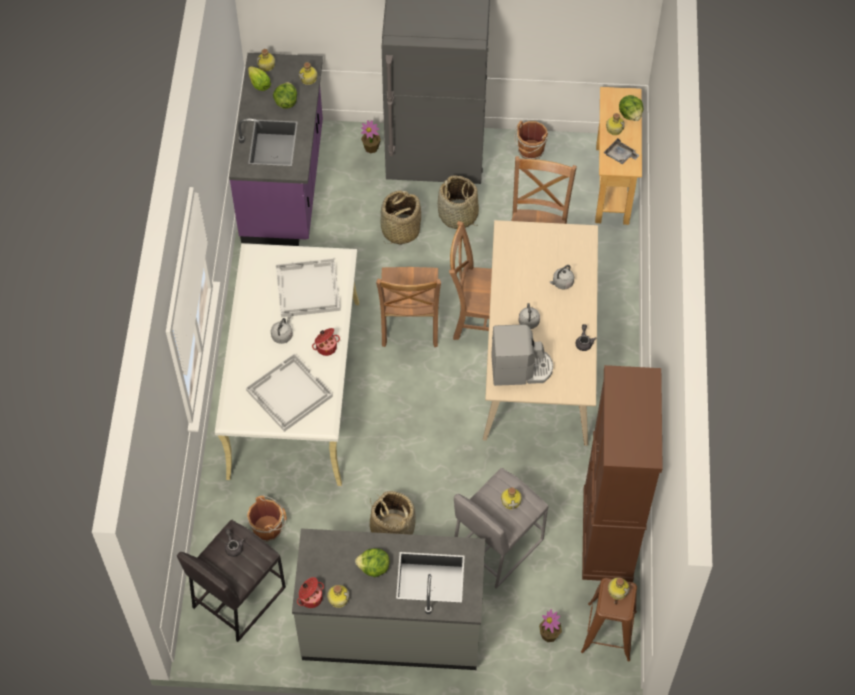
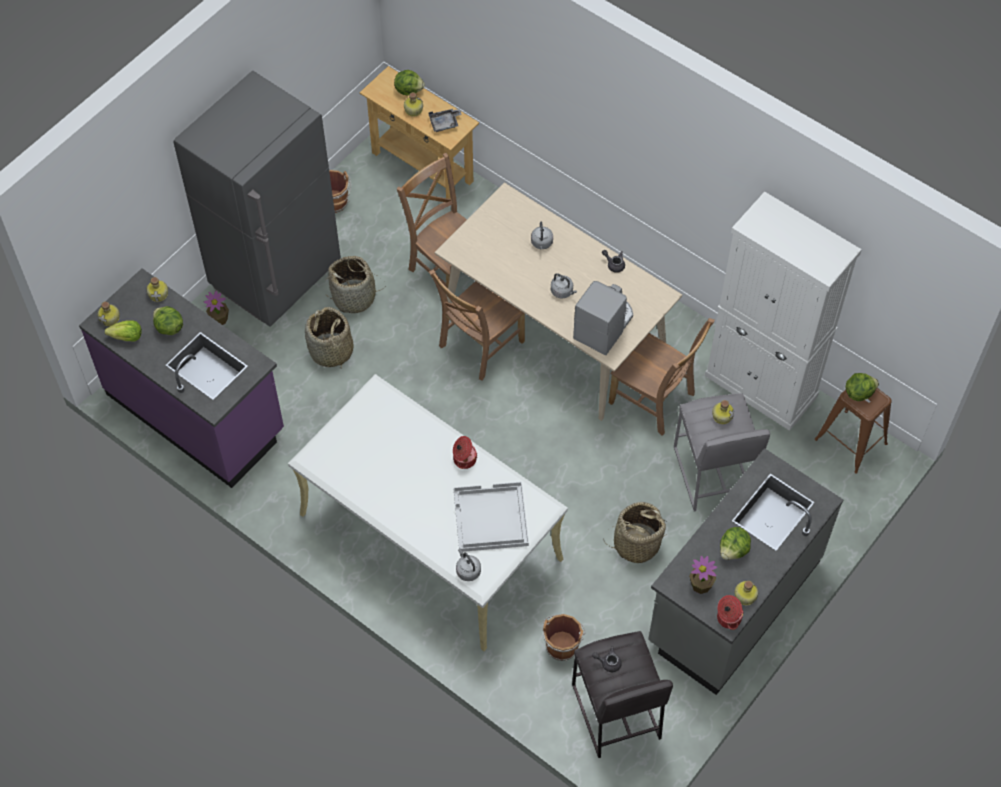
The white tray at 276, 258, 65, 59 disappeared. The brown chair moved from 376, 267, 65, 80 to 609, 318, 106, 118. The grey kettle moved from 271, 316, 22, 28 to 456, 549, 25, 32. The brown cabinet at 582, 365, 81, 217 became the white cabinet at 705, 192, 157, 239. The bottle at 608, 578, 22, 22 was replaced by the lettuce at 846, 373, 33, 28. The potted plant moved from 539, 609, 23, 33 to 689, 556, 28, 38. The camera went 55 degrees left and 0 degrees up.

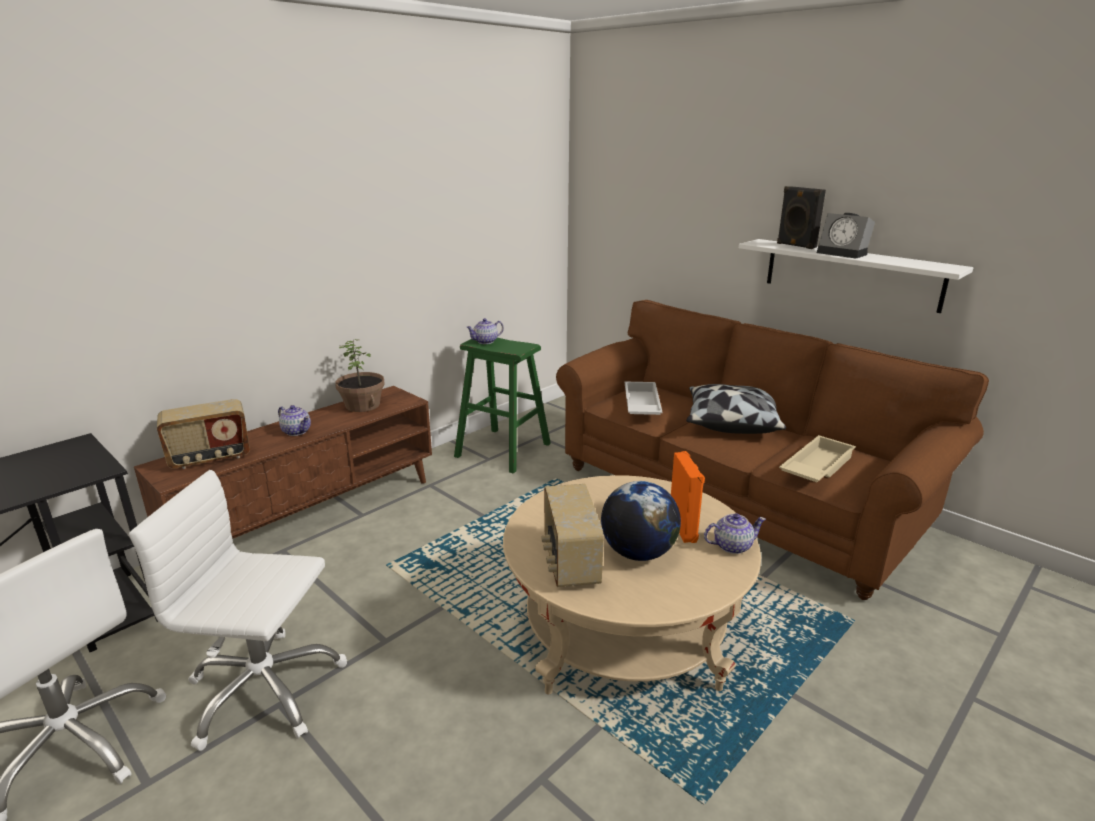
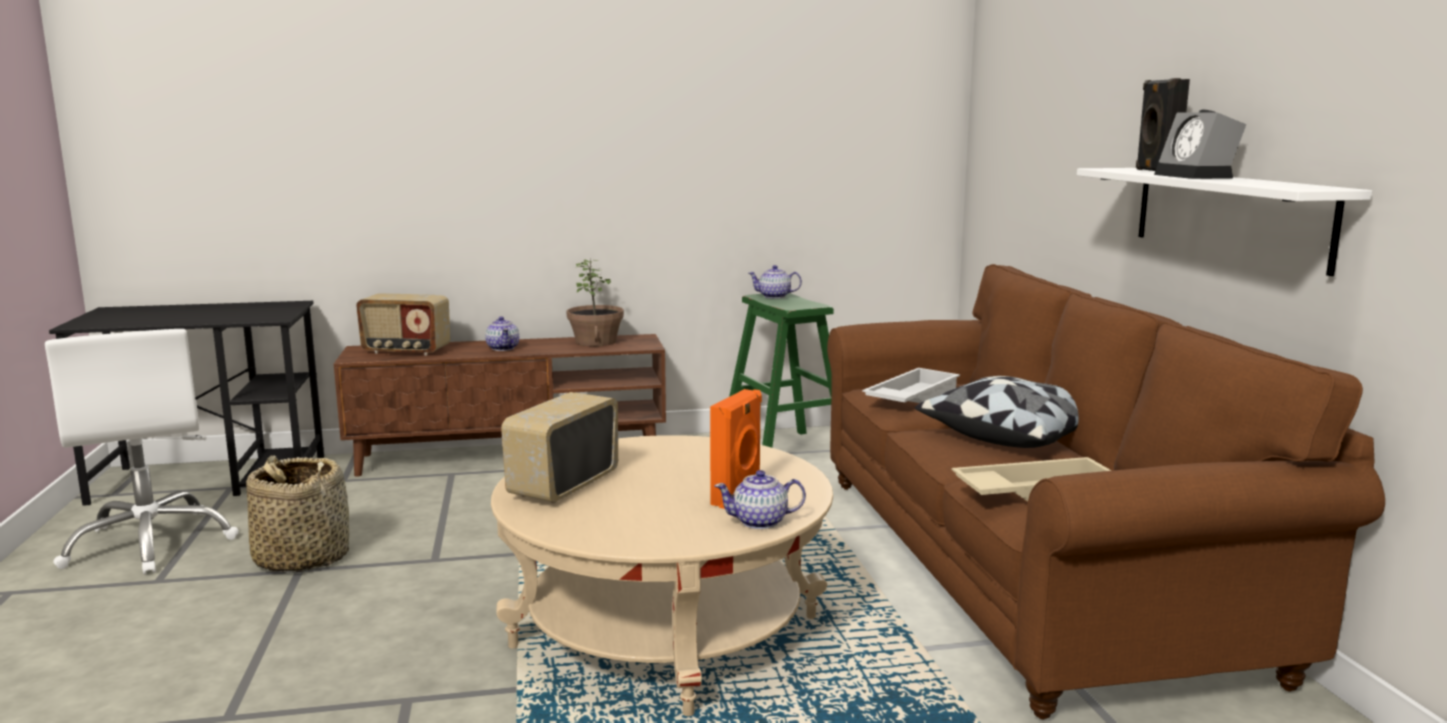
The white office chair at 129, 470, 218, 281 was replaced by the basket at 246, 456, 103, 117. The globe at 601, 481, 80, 80 disappeared. The teapot at 704, 513, 62, 41 turned 150 degrees clockwise. The camera went 35 degrees right and 10 degrees down.

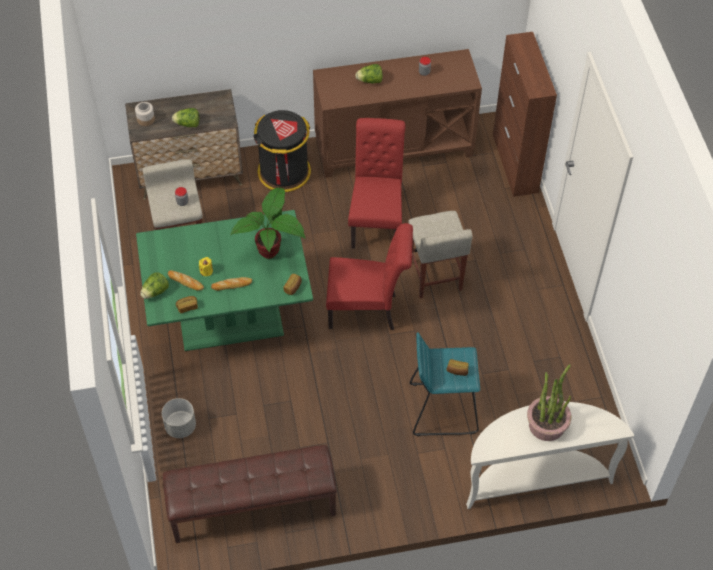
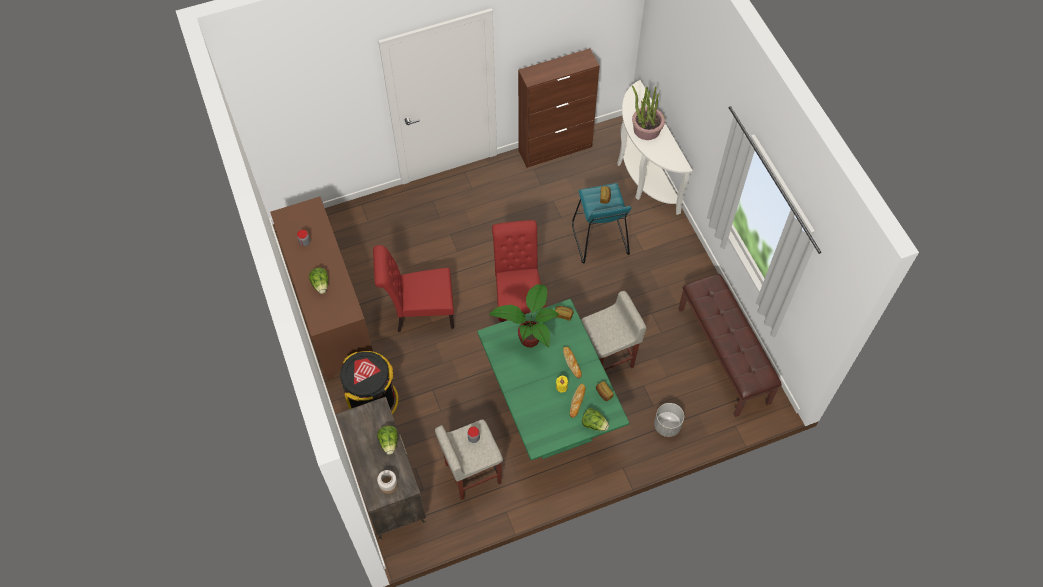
The brown cabinet moved from 493, 32, 64, 165 to 518, 48, 82, 120. The beige stool moved from 408, 211, 65, 88 to 581, 291, 65, 79. The camera went 100 degrees left and 5 degrees up.

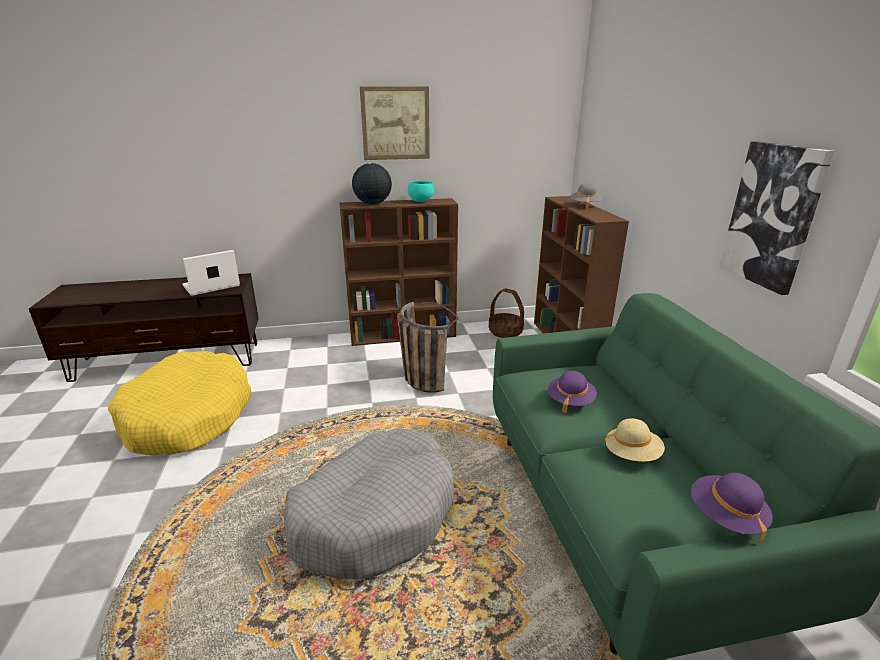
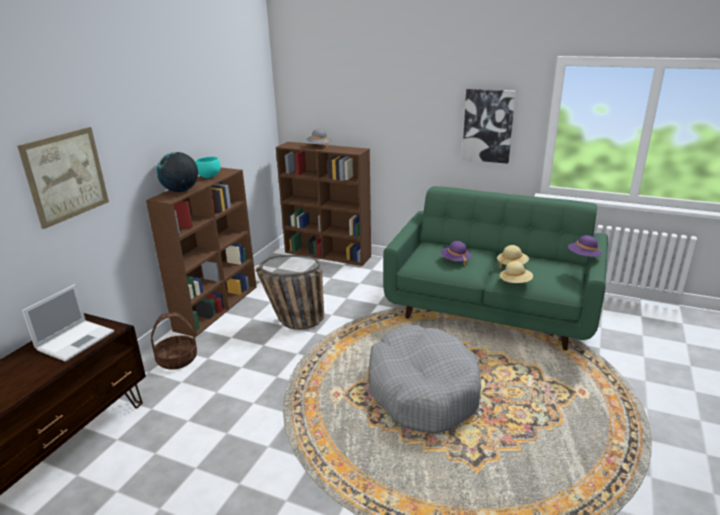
The picture moved from 360, 86, 70, 74 to 17, 127, 92, 102. The laptop at 182, 250, 58, 46 turned 150 degrees counterclockwise. The basket moved from 489, 288, 35, 50 to 151, 312, 46, 58. The yellow dog bed at 108, 351, 143, 105 disappeared. The beige hat at 499, 261, 34, 22 appeared. The camera went 55 degrees left and 0 degrees up.

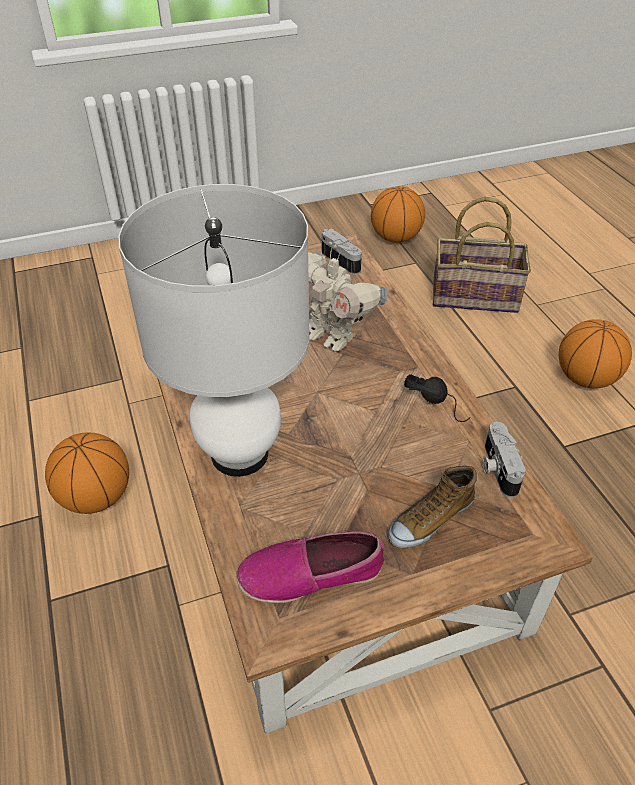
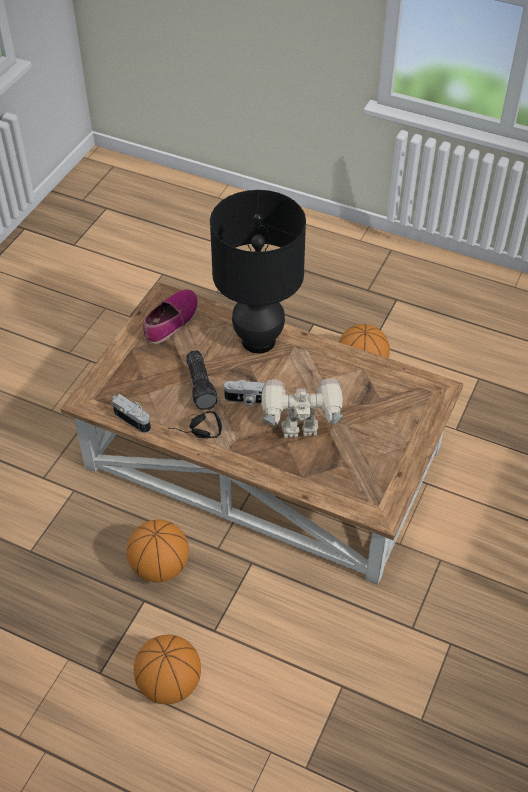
The white table lamp at 118, 184, 192, 293 became the black table lamp at 210, 190, 96, 164. The basketball moved from 371, 186, 54, 57 to 127, 520, 62, 62. The basket at 433, 197, 98, 116 disappeared. The photo camera moved from 322, 228, 40, 47 to 224, 380, 40, 27. The shoe at 388, 466, 89, 82 disappeared. The flashlight at 187, 350, 31, 60 appeared. The camera went 135 degrees right and 5 degrees up.

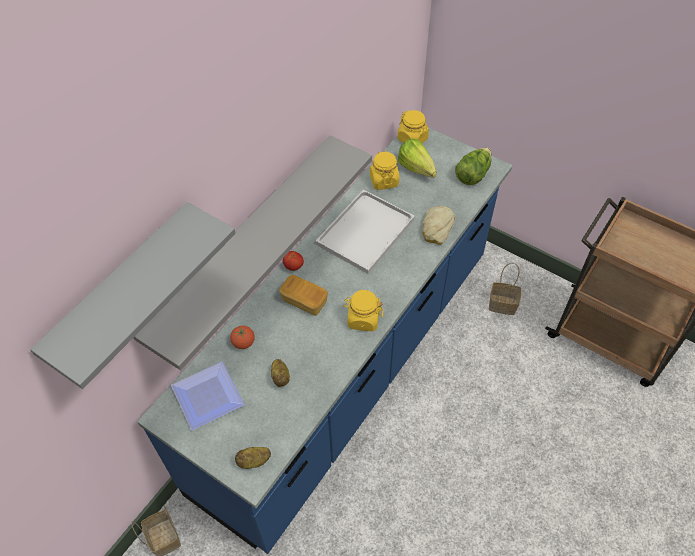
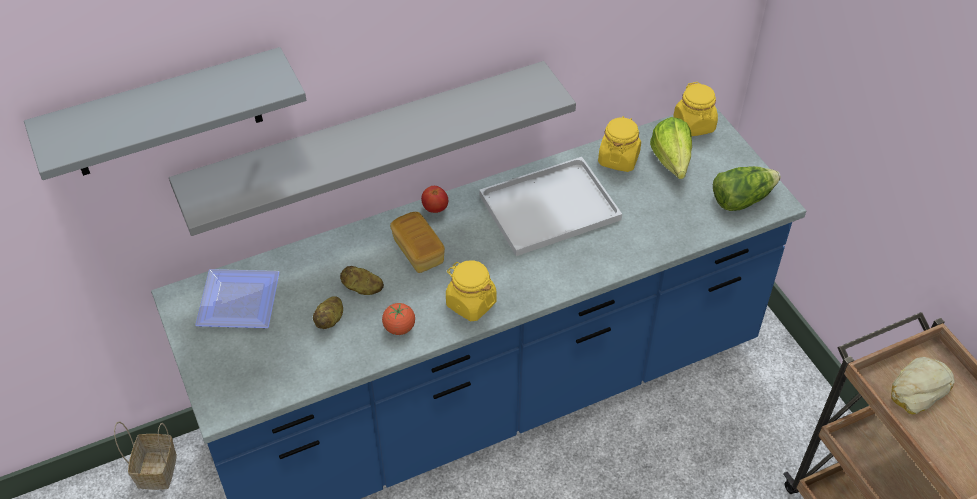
The bread moved from 422, 206, 33, 39 to 891, 357, 64, 57. The basket at 489, 263, 32, 52 disappeared. The tomato moved from 230, 326, 25, 23 to 382, 303, 33, 32. The potato moved from 235, 447, 36, 22 to 340, 266, 44, 29. The camera went 30 degrees right and 5 degrees down.

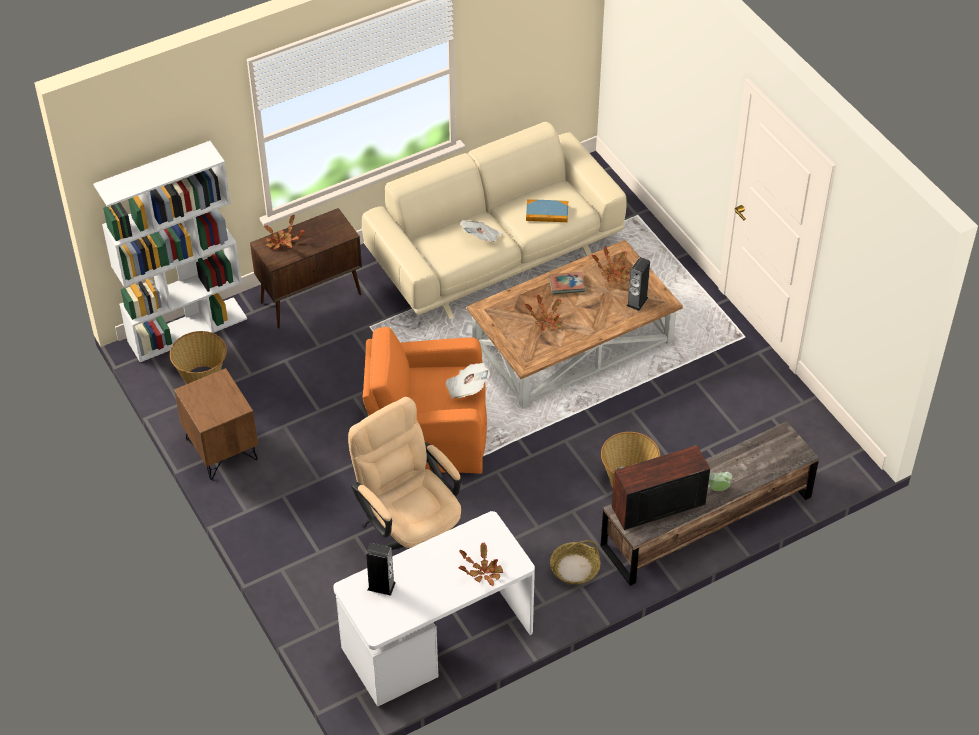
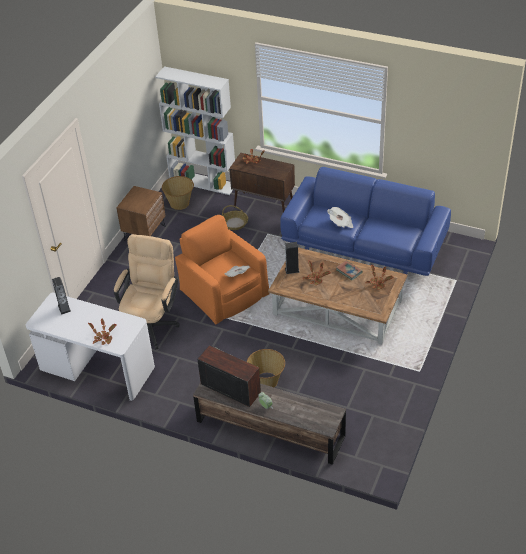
The beige sofa at 362, 122, 264, 197 became the blue sofa at 280, 167, 171, 109. The book at 526, 199, 42, 23 disappeared. The speaker moved from 627, 257, 23, 54 to 285, 242, 14, 32. The basket moved from 550, 540, 50, 45 to 222, 205, 26, 25. The camera went 55 degrees right and 5 degrees down.

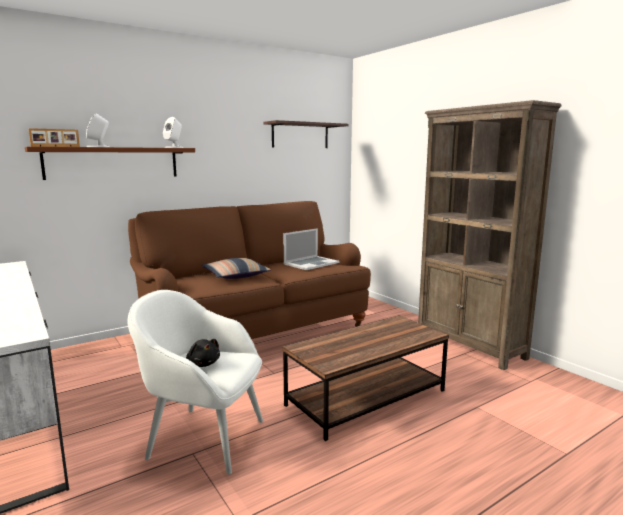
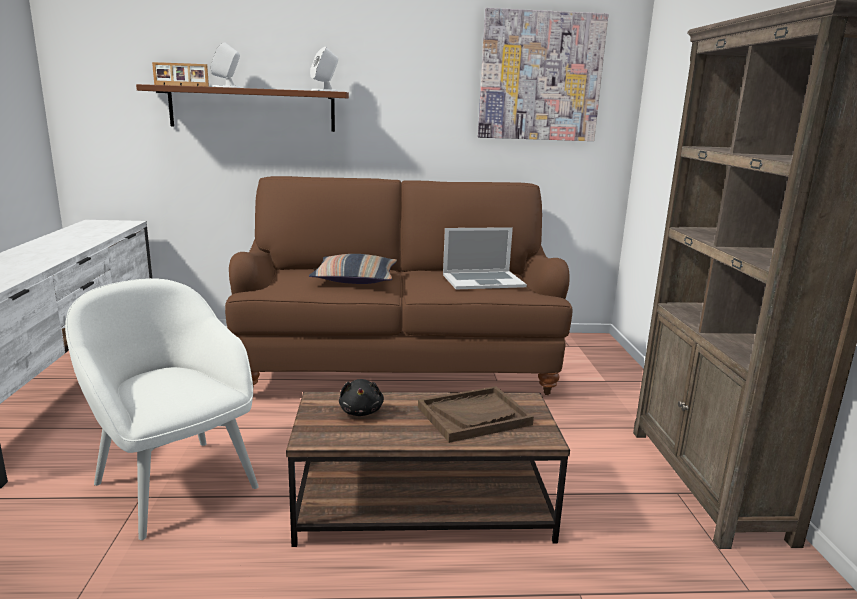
The shelf at 263, 120, 86, 28 was replaced by the picture at 478, 8, 131, 133. The black plush toy moved from 186, 339, 34, 28 to 339, 379, 45, 37. The brown tray at 418, 386, 116, 57 appeared. The camera went 30 degrees right and 5 degrees up.

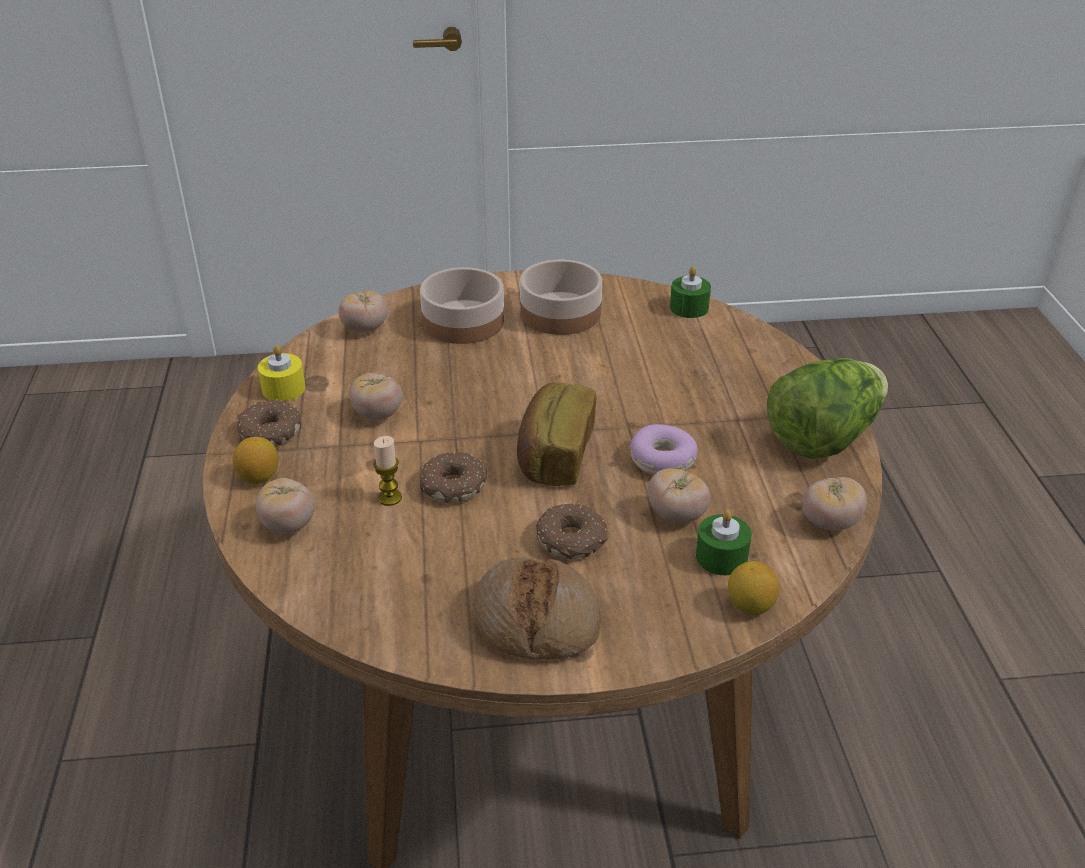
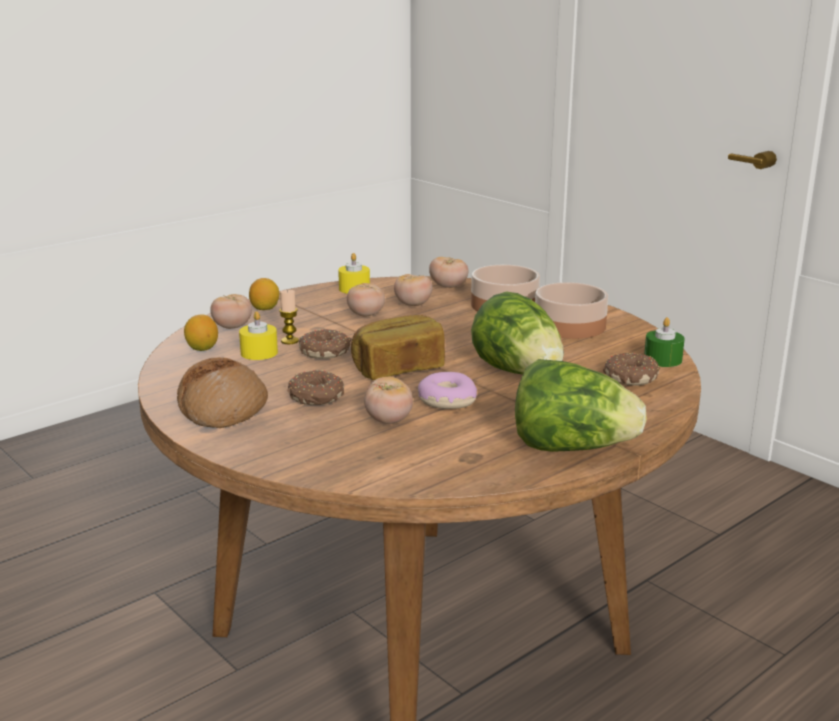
The donut moved from 237, 399, 65, 47 to 603, 353, 57, 33. The tomato moved from 802, 477, 65, 54 to 394, 274, 39, 32. The green candle at 696, 510, 56, 65 disappeared. The lemon moved from 728, 561, 51, 54 to 184, 315, 34, 36. The lettuce at 471, 292, 93, 82 appeared. The yellow candle at 239, 311, 39, 49 appeared. The camera went 55 degrees right and 15 degrees down.

